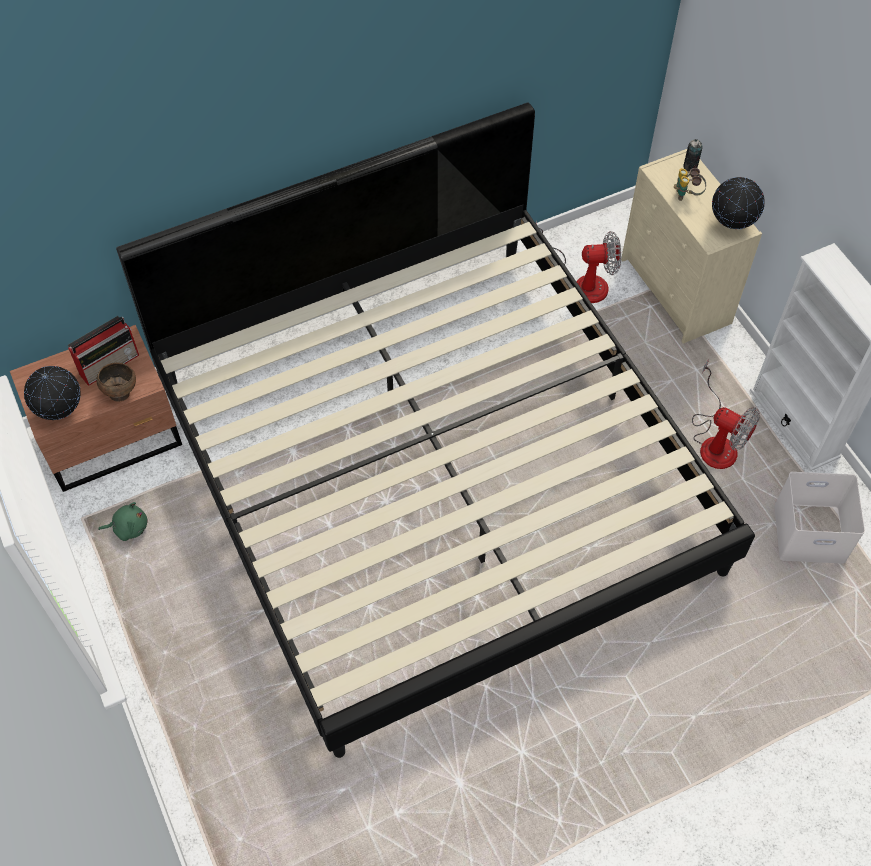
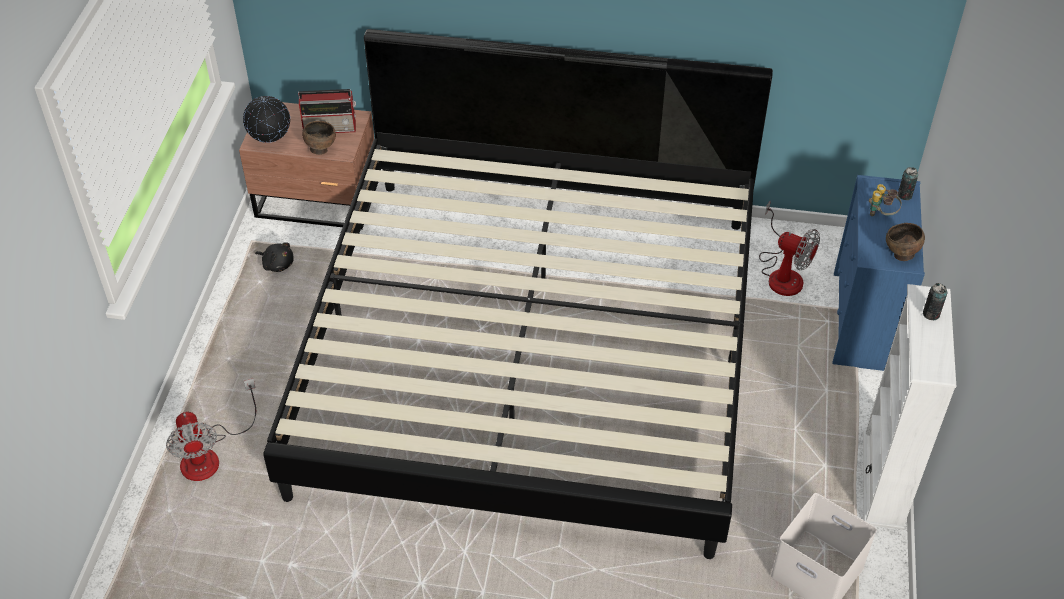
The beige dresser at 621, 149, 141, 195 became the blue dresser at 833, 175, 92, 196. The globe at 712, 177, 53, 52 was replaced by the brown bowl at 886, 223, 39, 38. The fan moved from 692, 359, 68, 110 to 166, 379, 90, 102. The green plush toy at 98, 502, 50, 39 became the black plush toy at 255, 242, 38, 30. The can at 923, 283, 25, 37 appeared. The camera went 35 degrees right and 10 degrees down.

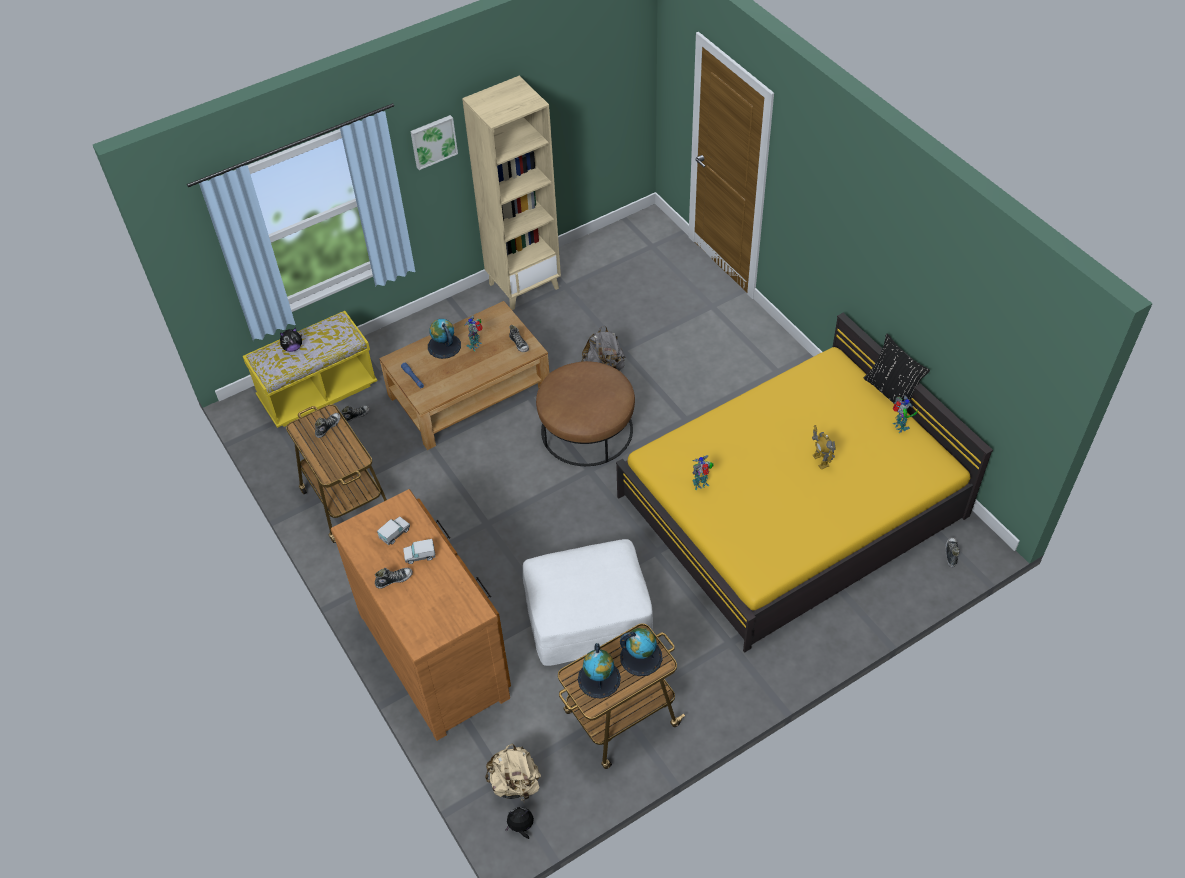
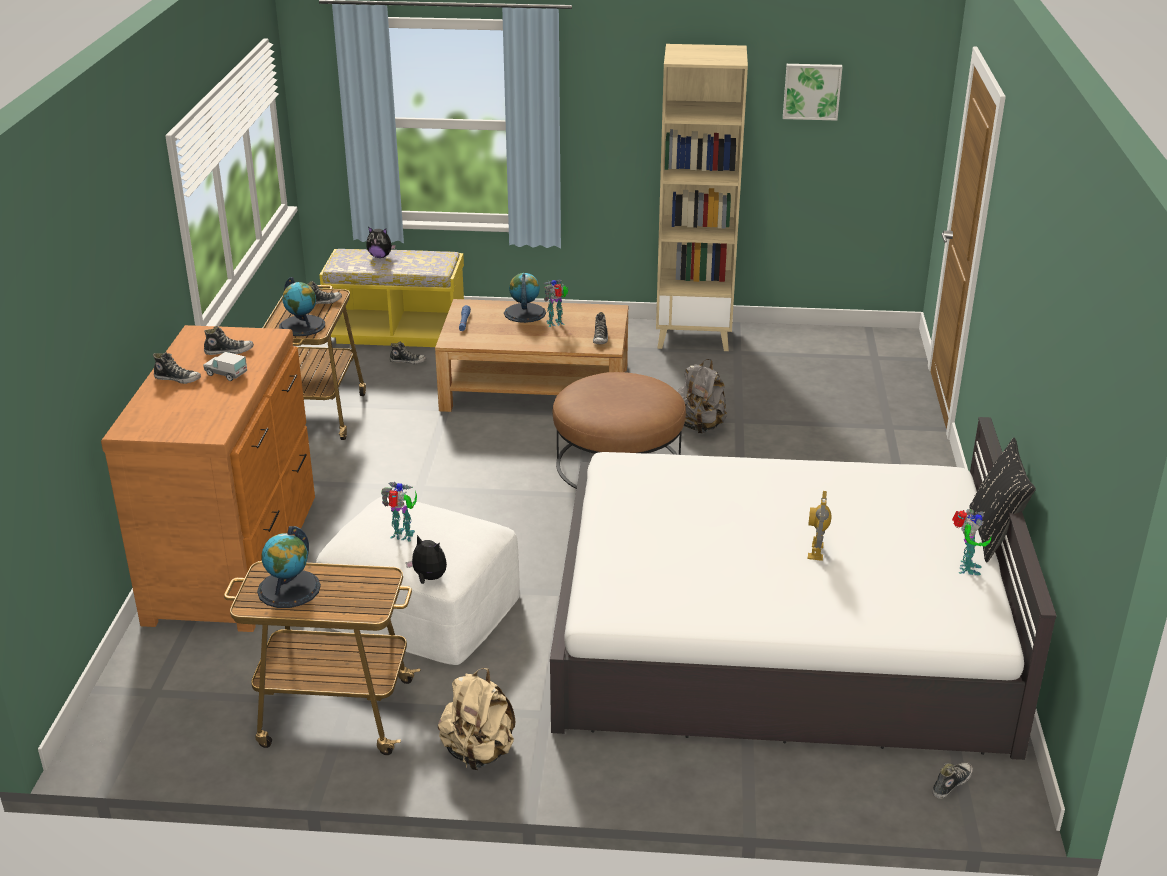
The picture moved from 410, 115, 48, 55 to 783, 64, 59, 56. The yellow bed at 616, 313, 377, 340 became the white bed at 550, 417, 507, 343. The toy robot moved from 692, 455, 22, 35 to 381, 482, 36, 60. The toy truck at 377, 516, 33, 29 was replaced by the shoe at 204, 326, 50, 29. The globe moved from 620, 628, 42, 48 to 279, 277, 46, 60. The beige backpack moved from 485, 743, 56, 58 to 438, 668, 78, 102. The plush toy moved from 505, 807, 29, 32 to 406, 535, 41, 49. The camera went 35 degrees right and 20 degrees down.

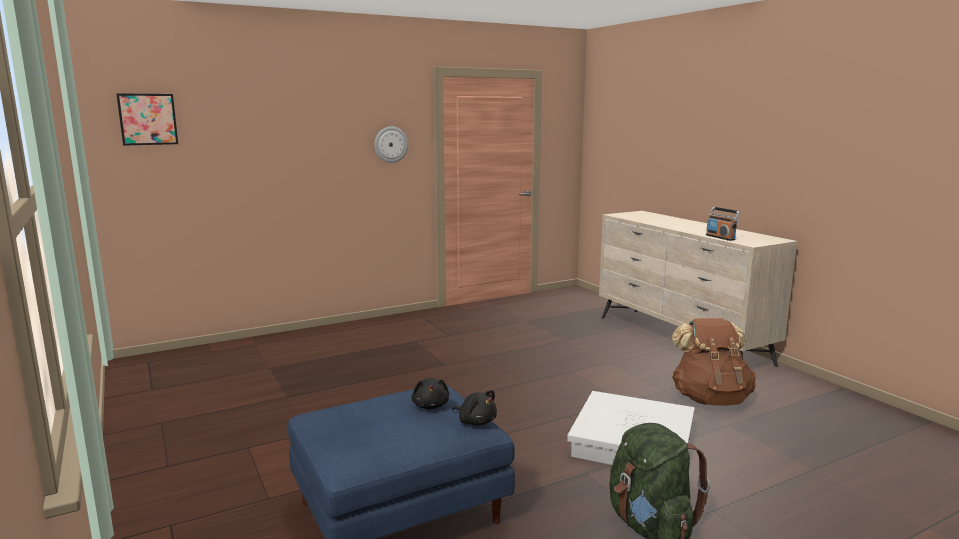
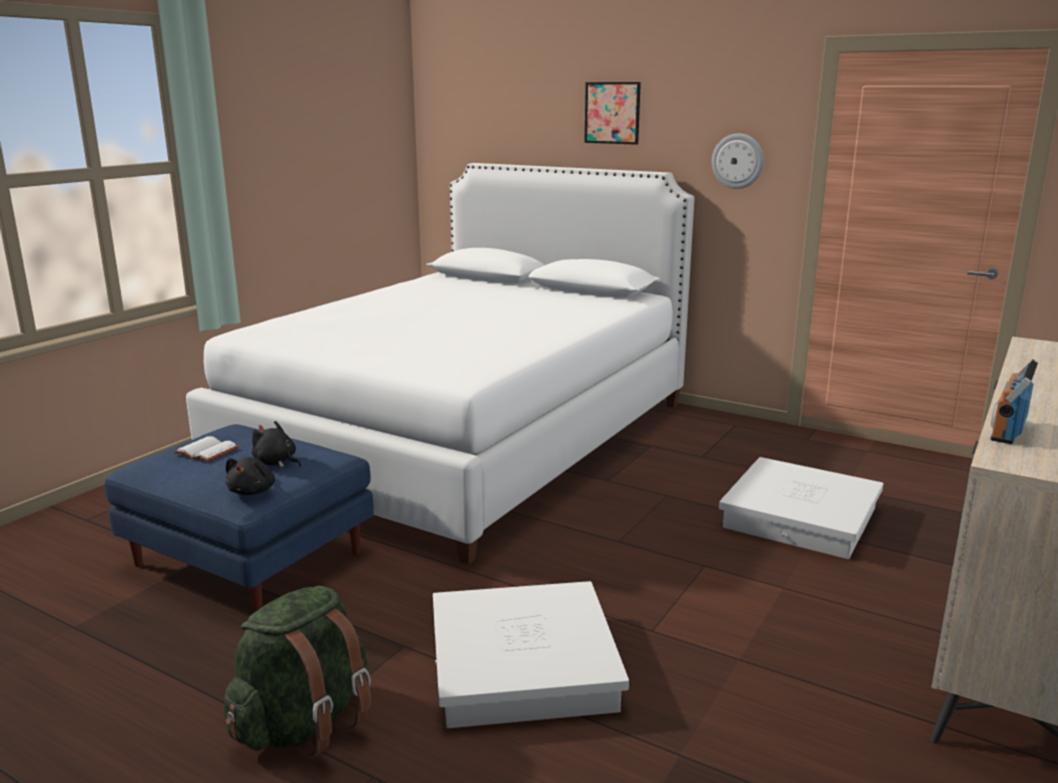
The picture moved from 116, 93, 62, 53 to 584, 82, 57, 63. The brown backpack at 671, 318, 85, 88 disappeared. The black plush toy at 411, 378, 38, 31 turned 75 degrees clockwise. The white bed at 186, 163, 508, 402 appeared. The white book at 174, 436, 65, 26 appeared. The white storage box at 719, 457, 165, 102 appeared. The camera went 60 degrees right and 5 degrees up.

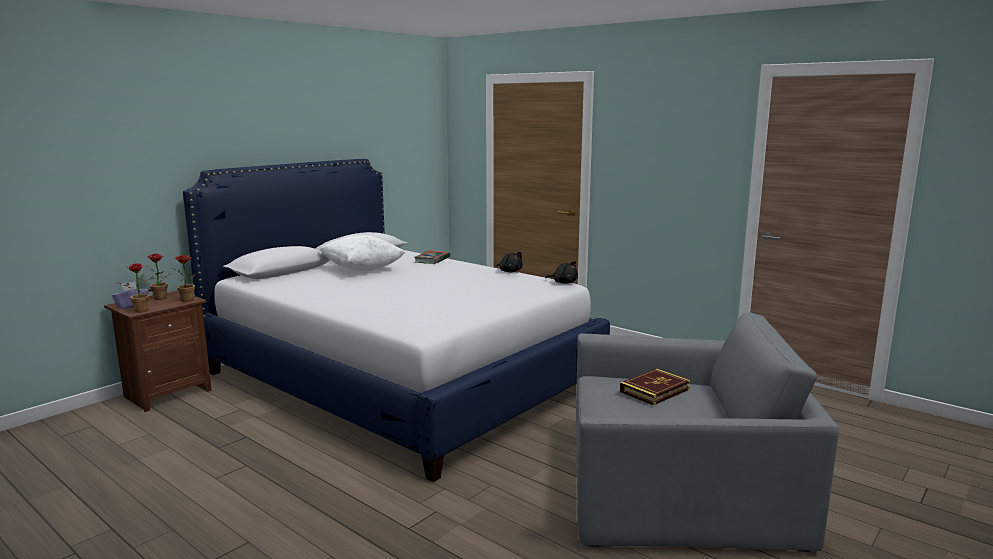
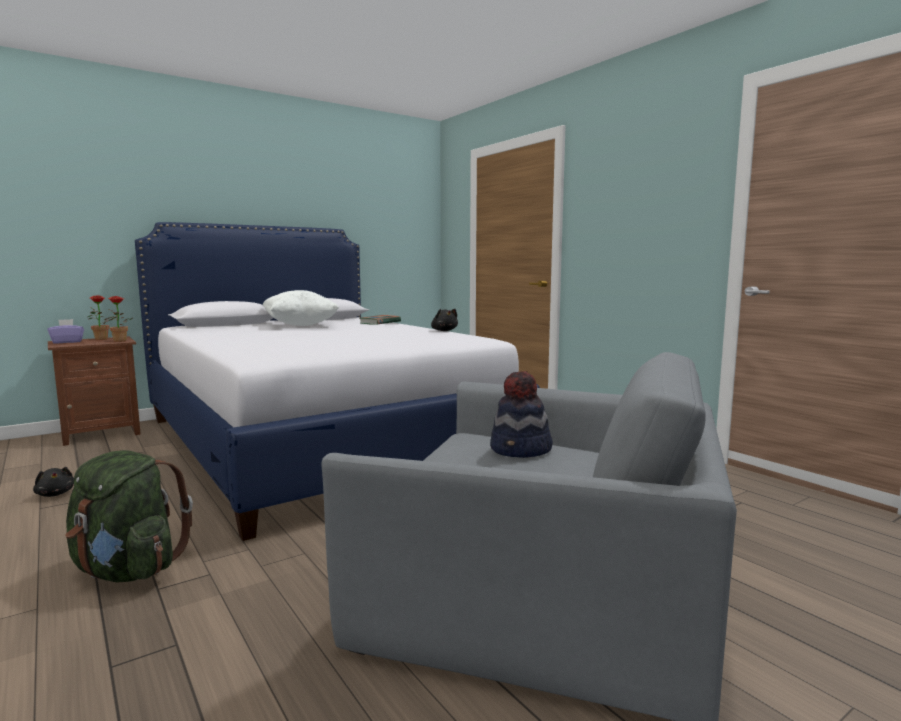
The black plush toy moved from 546, 261, 32, 23 to 33, 467, 41, 30. The potted plant at 116, 263, 37, 50 disappeared. The book at 620, 369, 71, 36 was replaced by the hat at 490, 371, 63, 87. The green backpack at 65, 450, 128, 133 appeared. The camera went 15 degrees right and 5 degrees down.

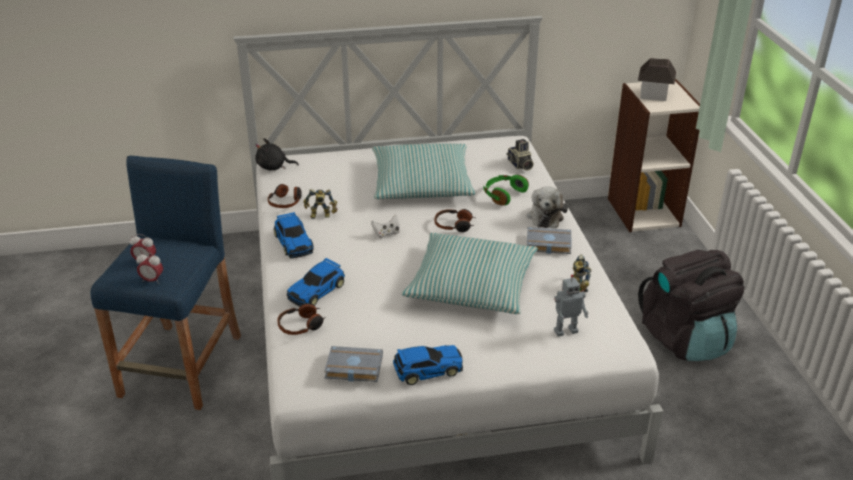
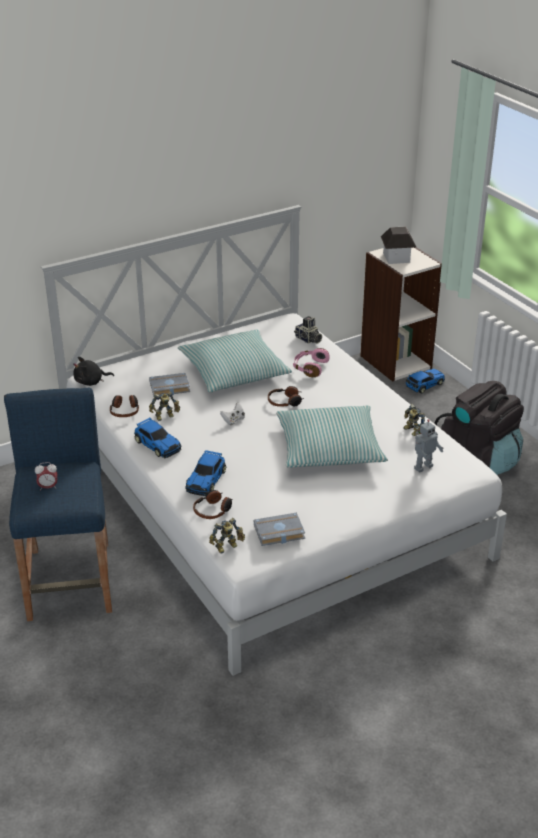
The green headphones at 484, 175, 45, 31 became the pink headphones at 293, 348, 37, 29. The plush toy at 527, 186, 41, 42 disappeared. The grey book moved from 527, 227, 45, 27 to 149, 373, 41, 24. The alarm clock at 136, 252, 27, 32 disappeared. The toy car moved from 393, 345, 70, 40 to 405, 369, 40, 24. The toy robot at 209, 518, 36, 36 appeared. The camera went 20 degrees left and 0 degrees up.

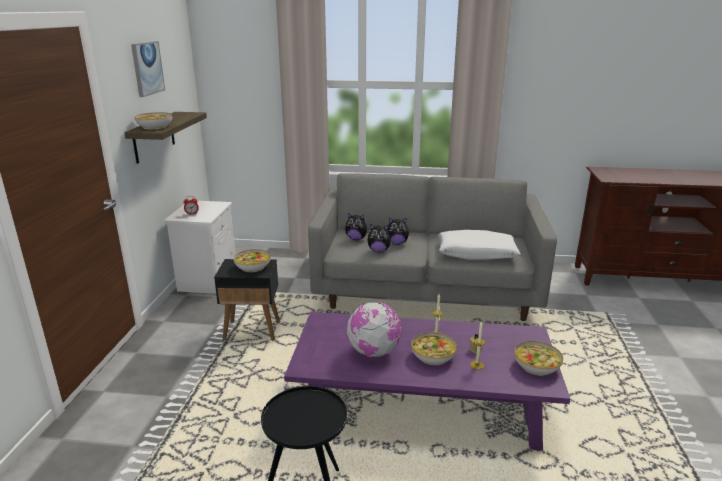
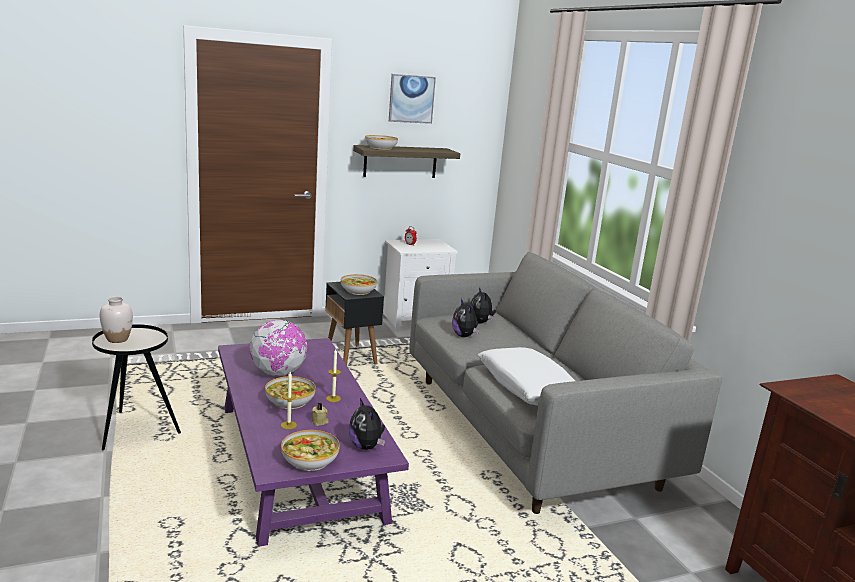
The plush toy moved from 388, 218, 22, 27 to 349, 398, 36, 52. The white vase at 100, 296, 33, 47 appeared. The camera went 60 degrees right and 5 degrees down.

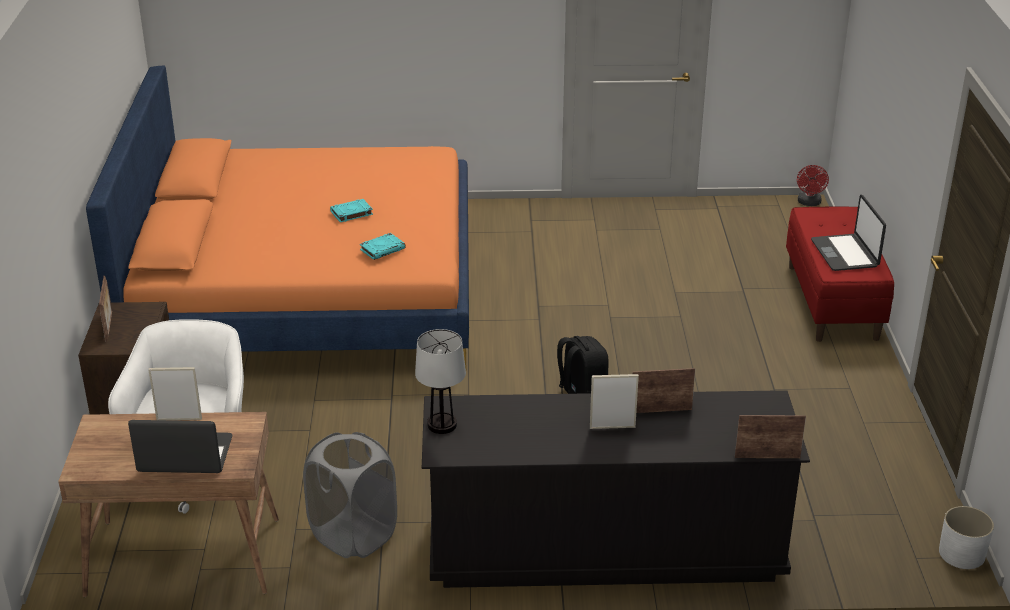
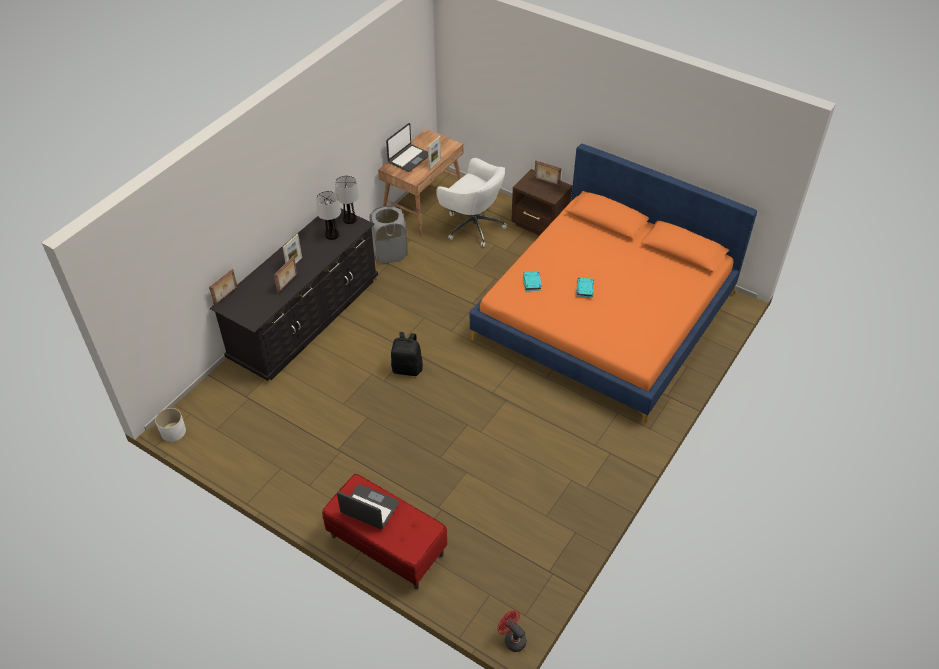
The table lamp at 316, 191, 25, 49 appeared. The camera went 125 degrees right and 15 degrees up.

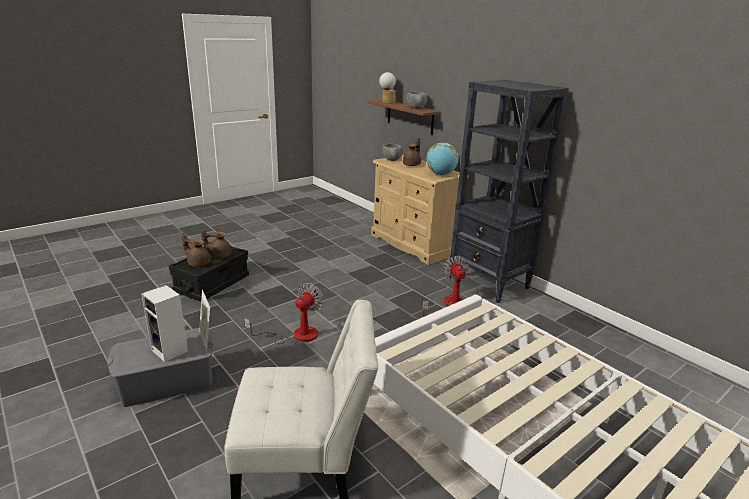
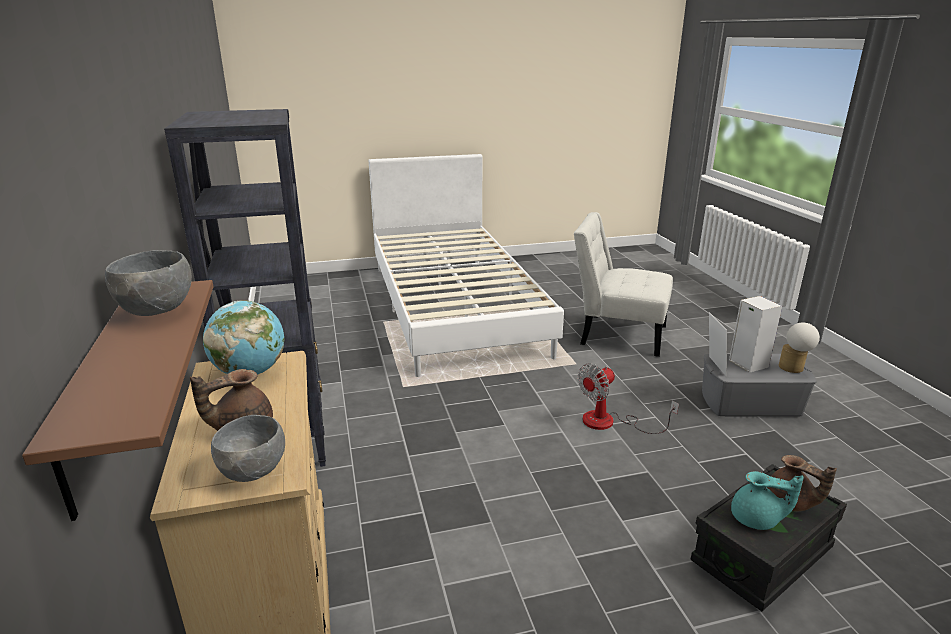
The table lamp moved from 379, 72, 17, 32 to 779, 323, 41, 50. The brown teapot at 201, 229, 30, 29 became the turquoise teapot at 731, 471, 72, 59. The fan at 422, 256, 47, 60 disappeared. The camera went 155 degrees left and 0 degrees up.

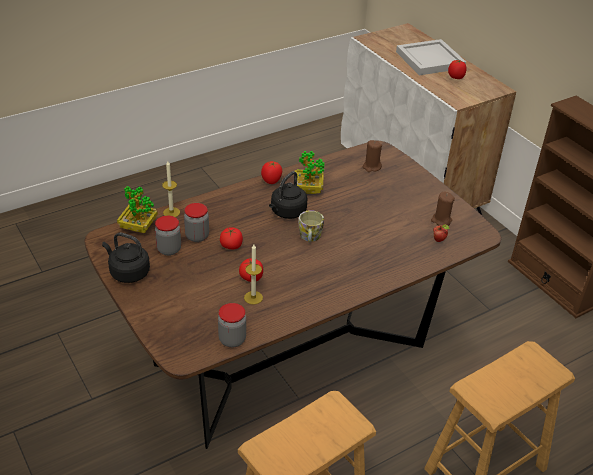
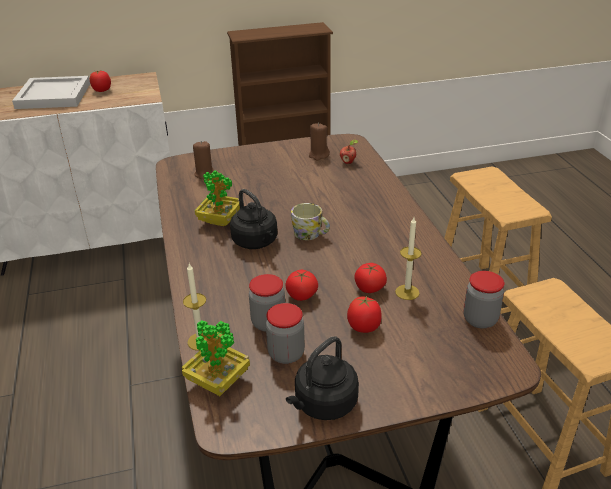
The tomato moved from 261, 161, 21, 23 to 347, 296, 34, 37. The camera went 70 degrees left and 5 degrees down.

